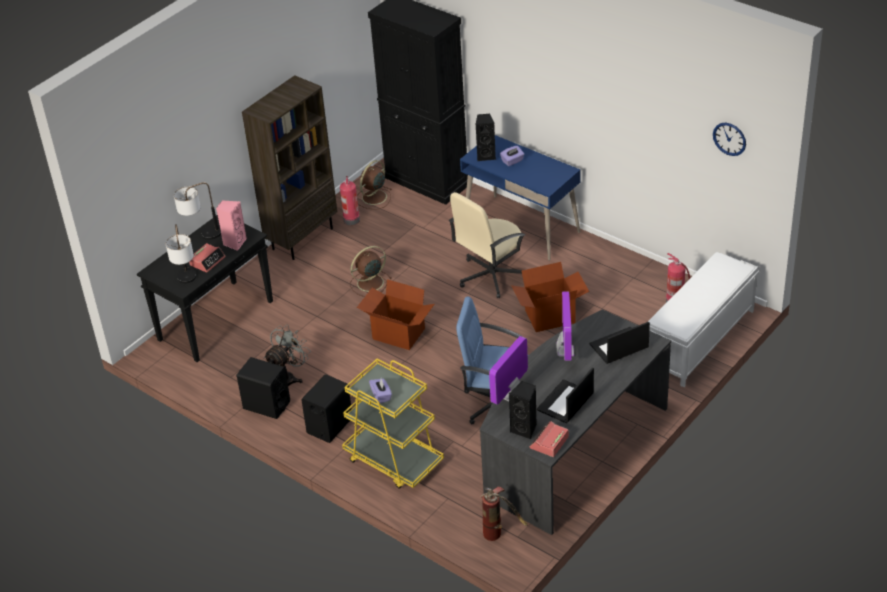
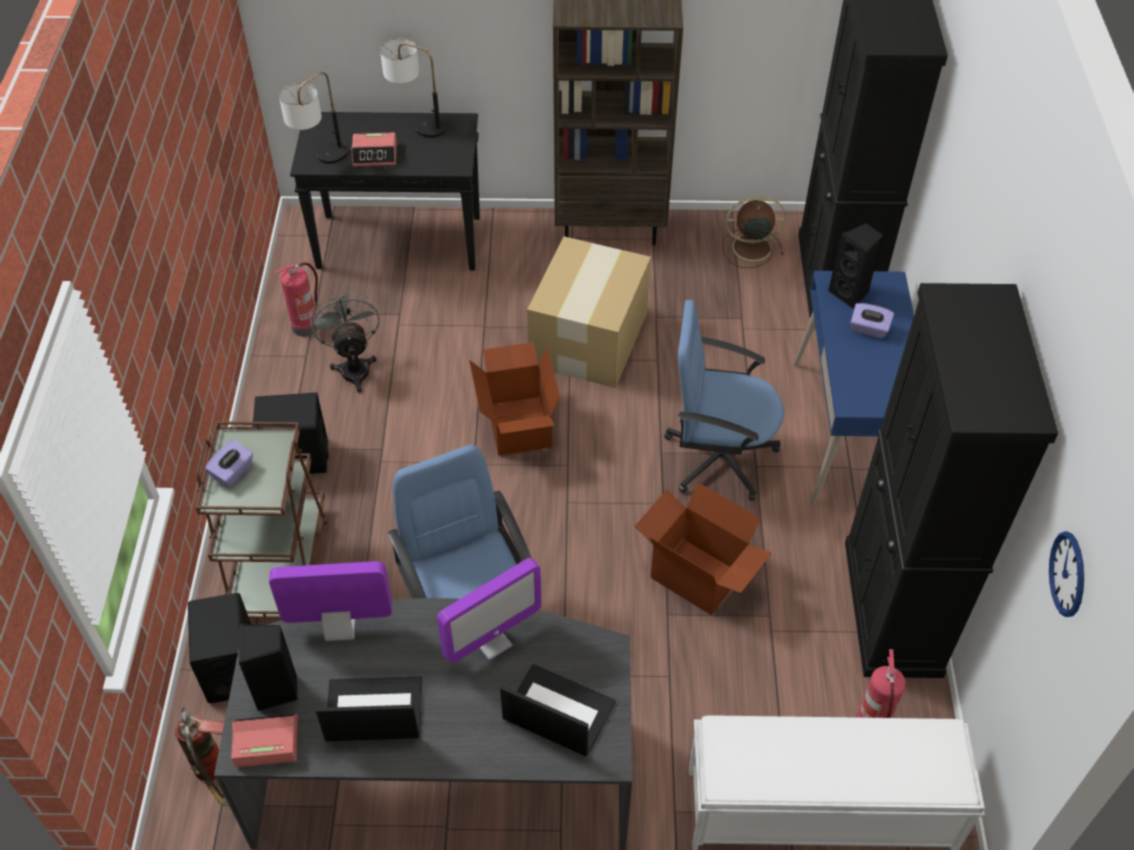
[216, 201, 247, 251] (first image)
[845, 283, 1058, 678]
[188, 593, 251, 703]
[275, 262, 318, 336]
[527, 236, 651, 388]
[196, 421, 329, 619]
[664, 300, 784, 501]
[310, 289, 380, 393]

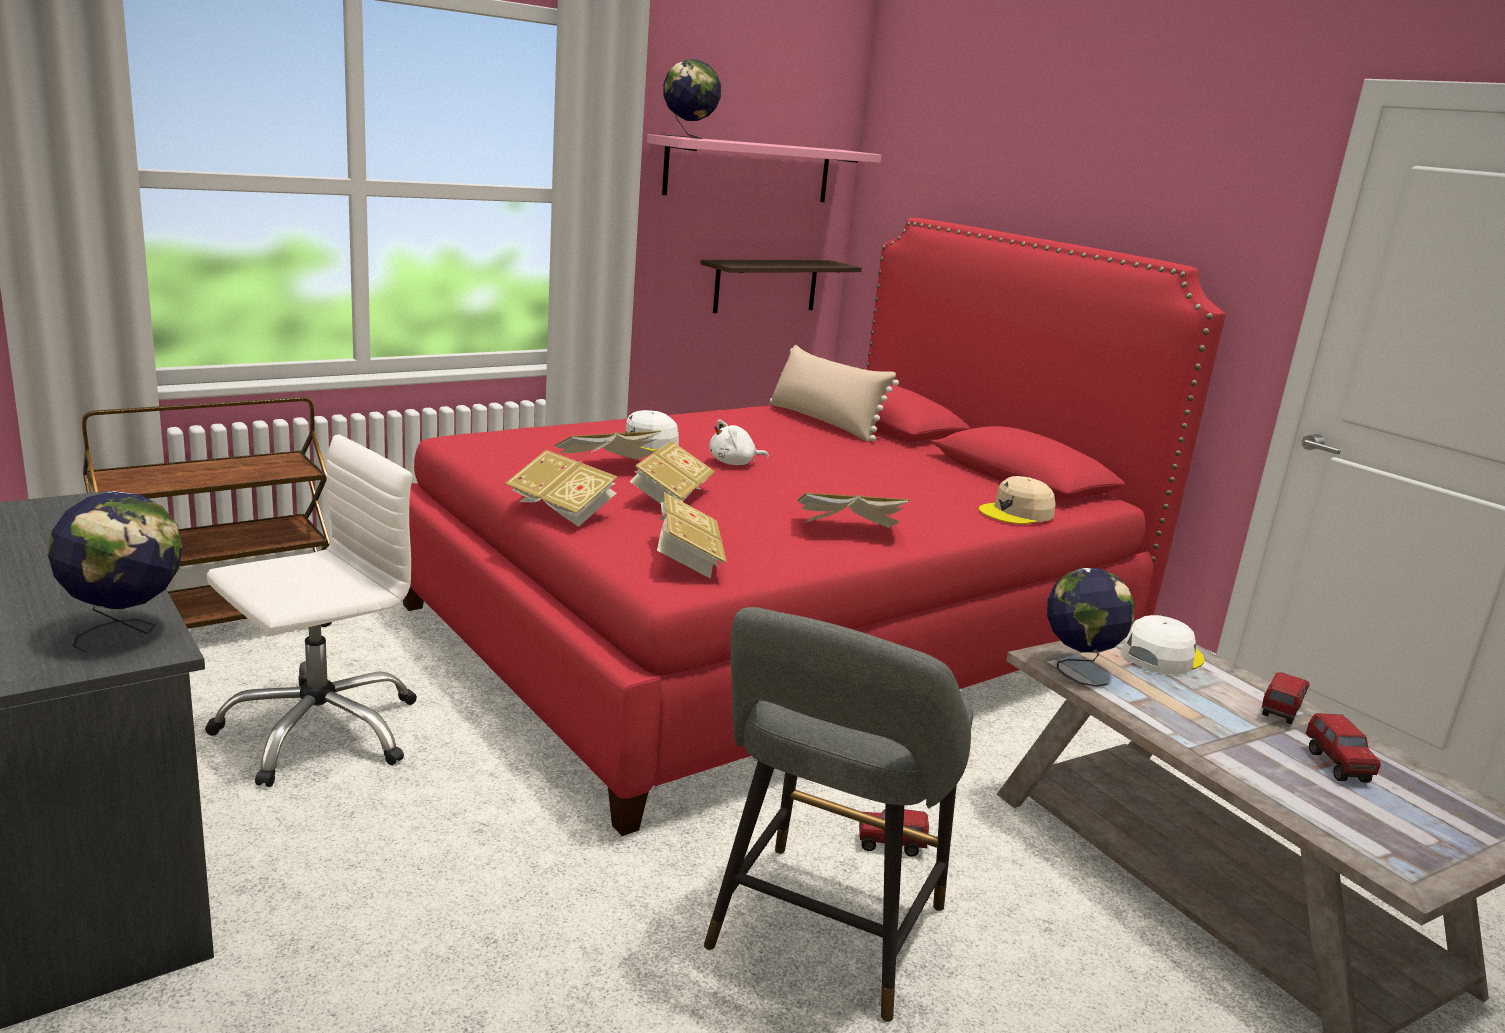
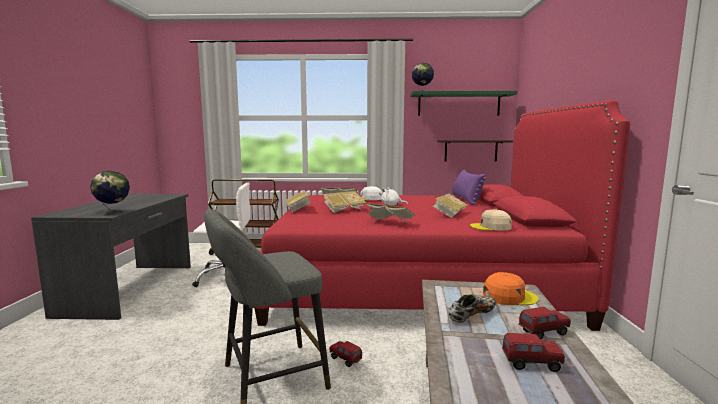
[1047, 568, 1135, 687] (first image)
[448, 293, 496, 323]
[433, 194, 468, 218]
[411, 91, 517, 116]
[452, 170, 486, 205]
[483, 272, 539, 305]
[502, 333, 565, 372]

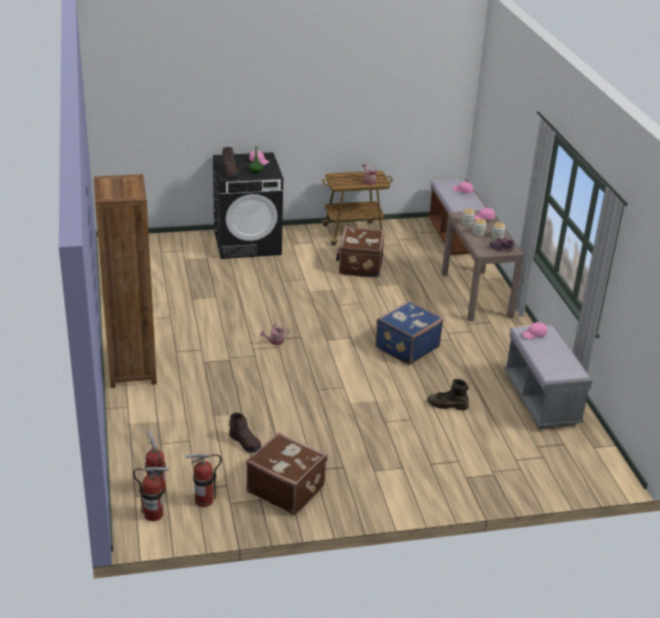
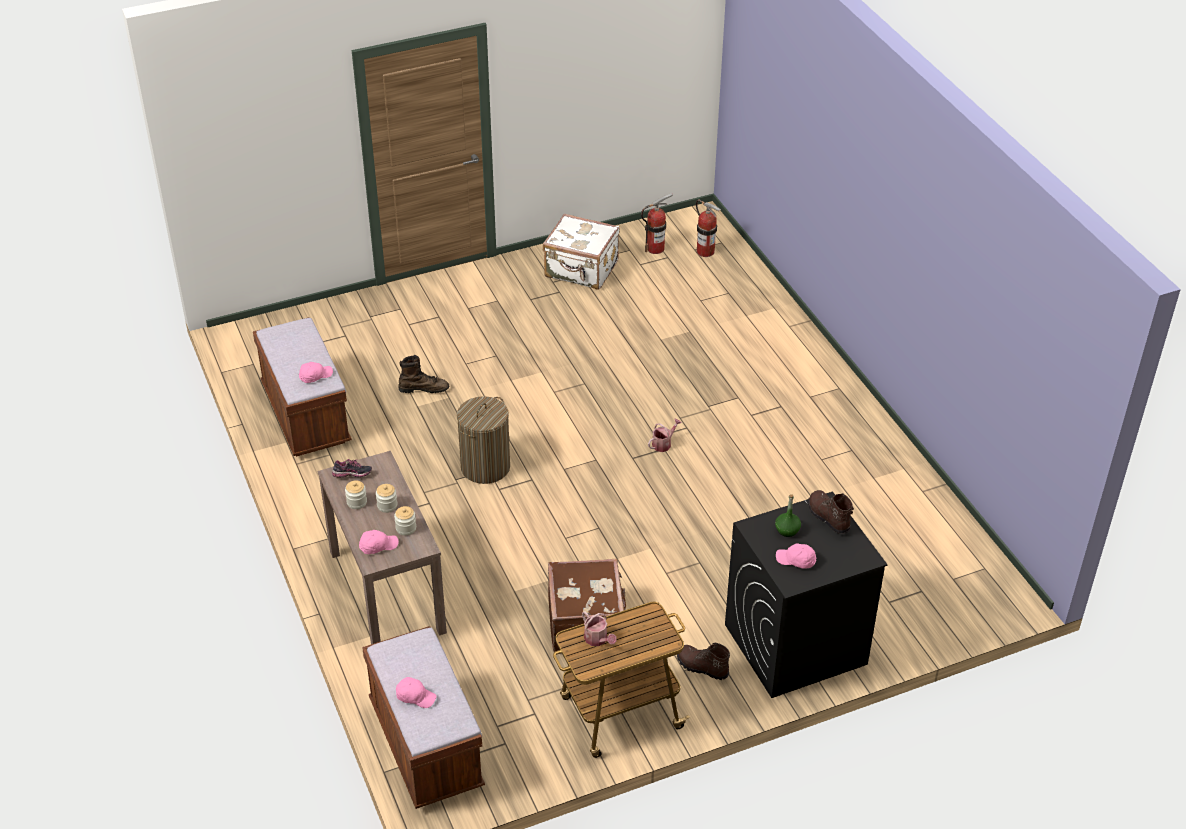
[94, 174, 157, 388] (first image)
[133, 467, 169, 521] (first image)
[677, 642, 730, 680]
[457, 396, 510, 484]
[543, 214, 620, 290]
[253, 317, 352, 457]

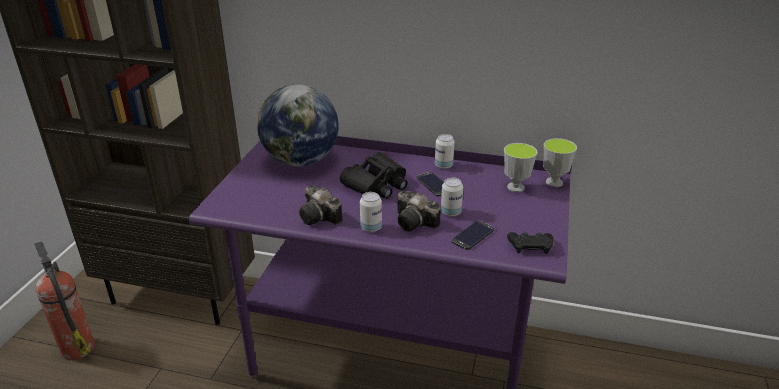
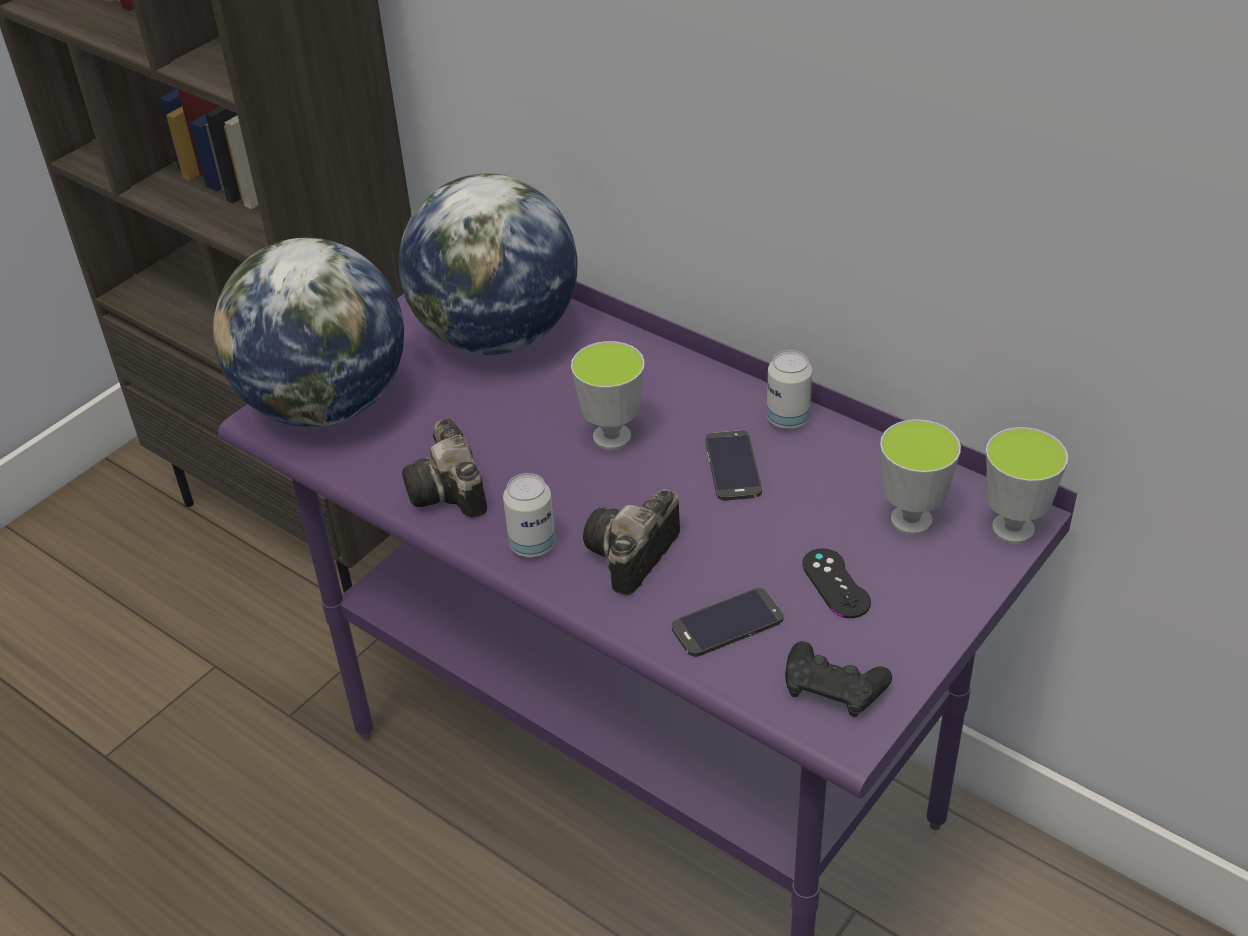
[34, 241, 95, 360] (first image)
[441, 177, 463, 217] (first image)
[213, 238, 404, 427]
[802, 548, 871, 618]
[571, 341, 645, 450]
[583, 489, 680, 596]

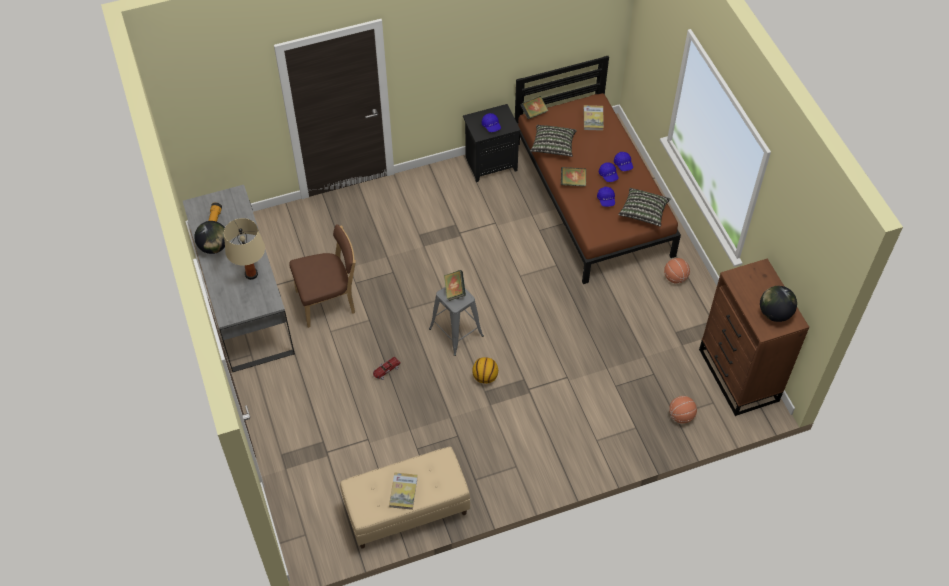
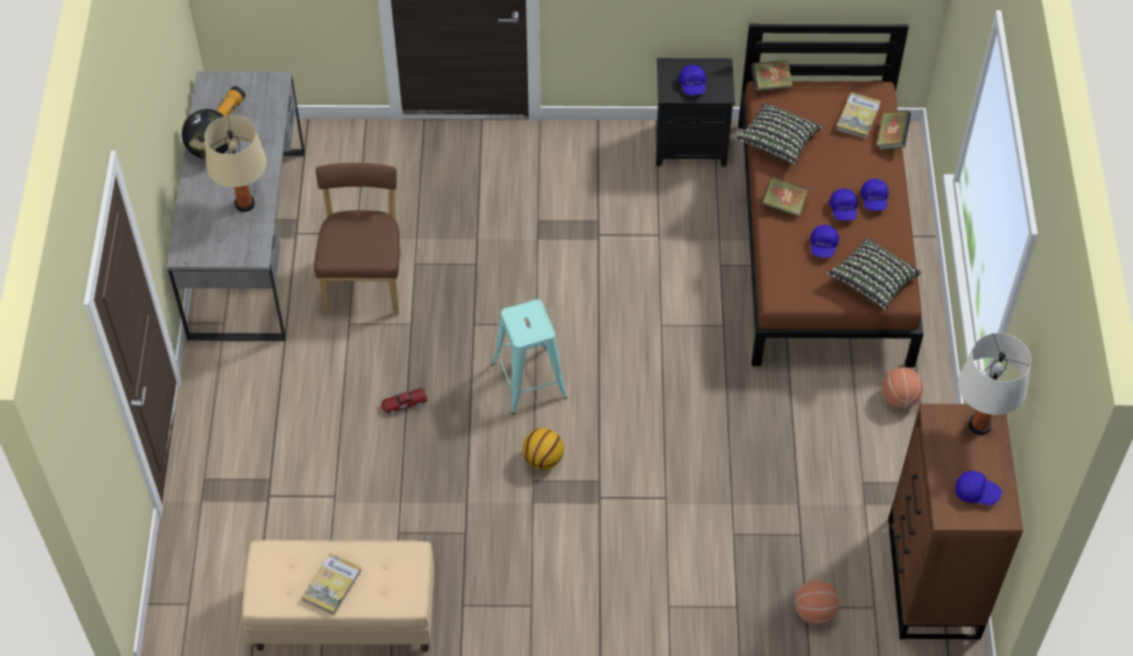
[958, 333, 1031, 435]
[877, 111, 911, 150]
[955, 471, 1002, 505]
[492, 300, 568, 414]
[314, 162, 402, 315]

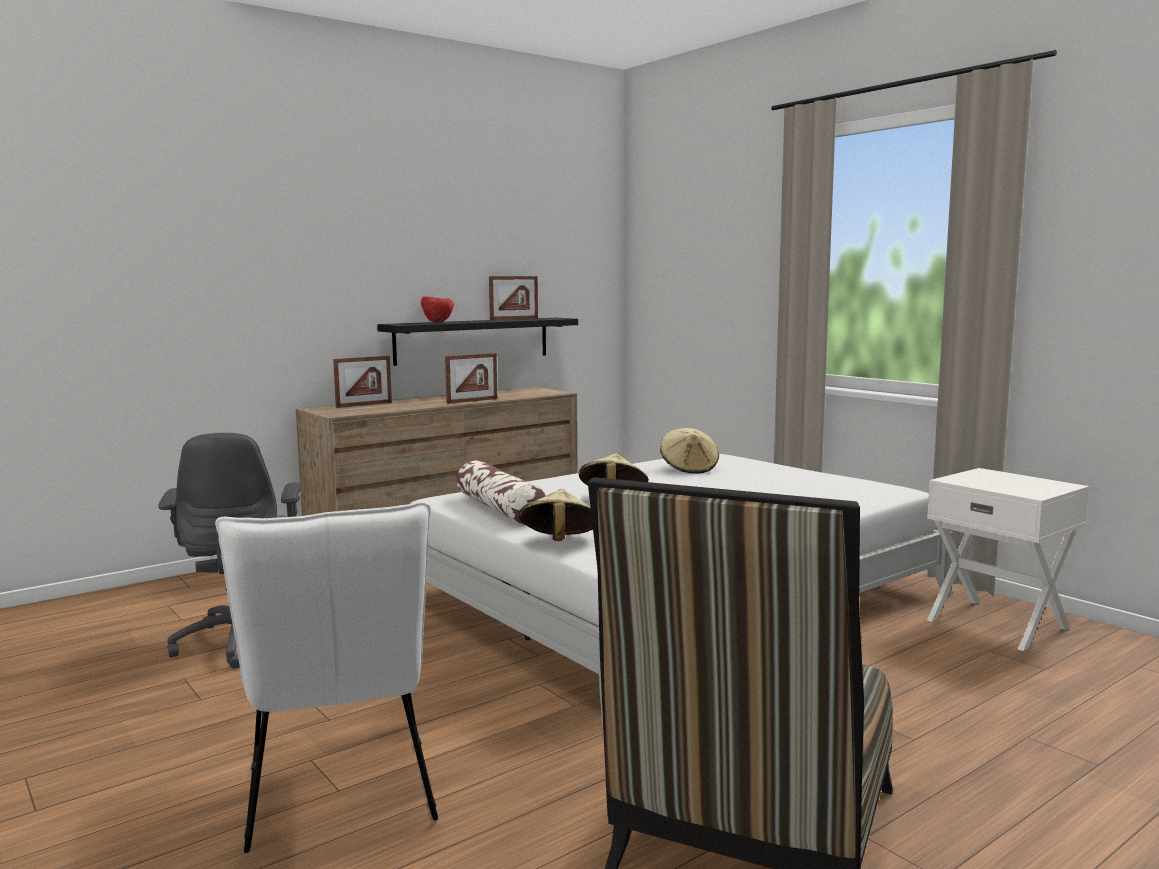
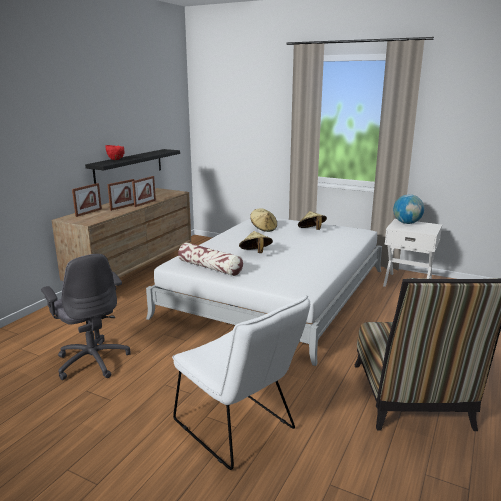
[393, 194, 424, 224]
[108, 179, 134, 211]
[298, 211, 327, 230]

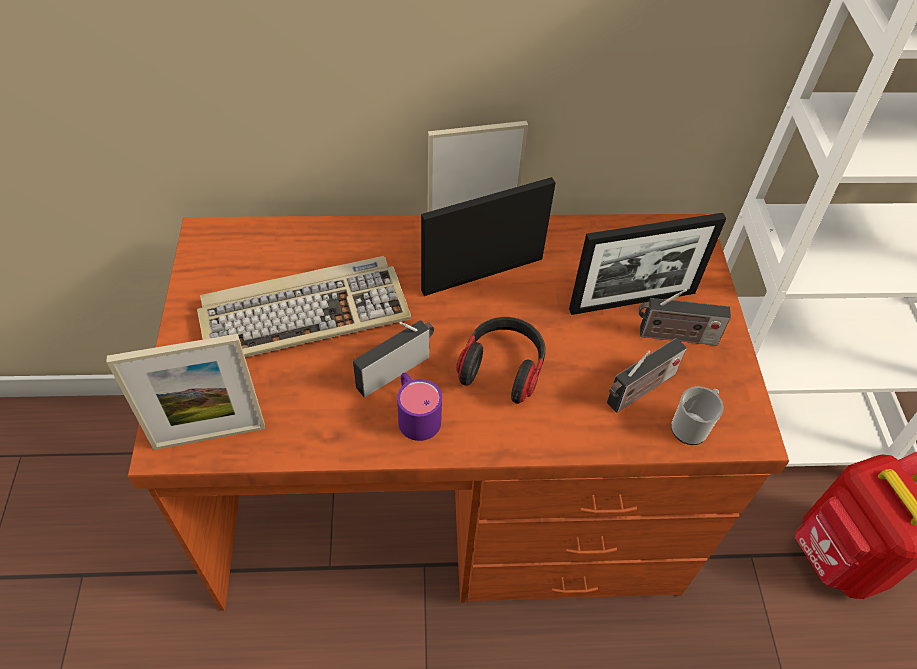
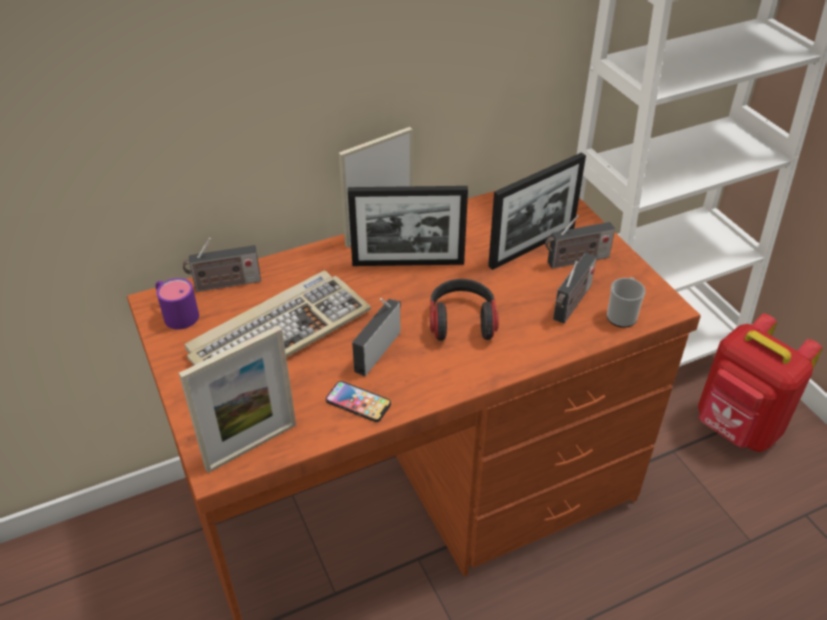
[183, 238, 261, 292]
[326, 381, 391, 422]
[155, 278, 199, 329]
[348, 186, 468, 266]

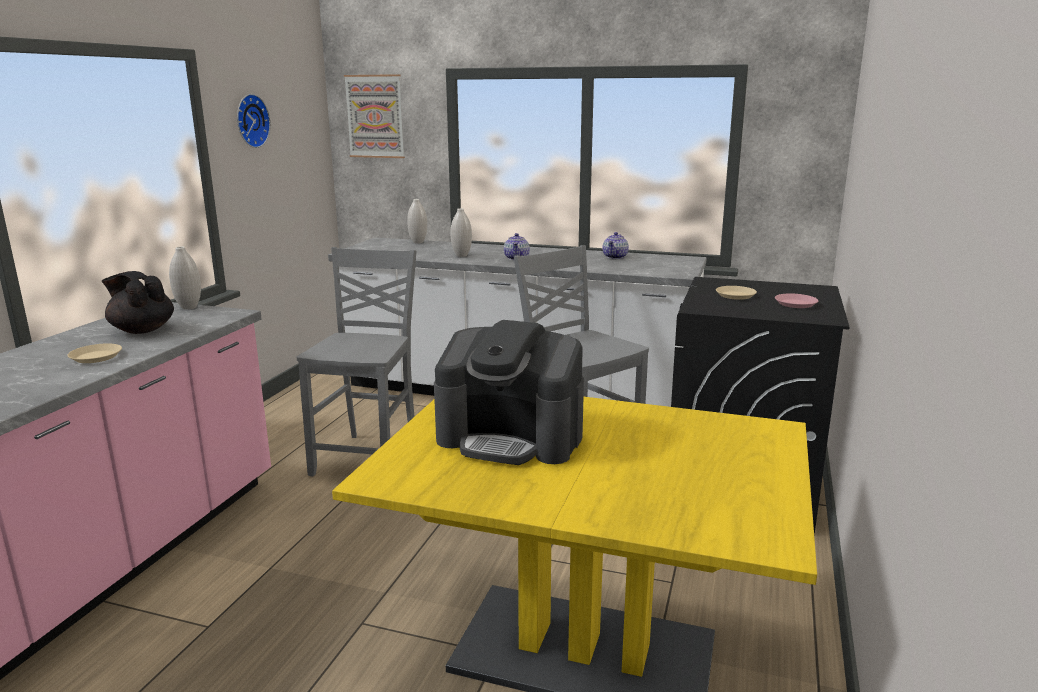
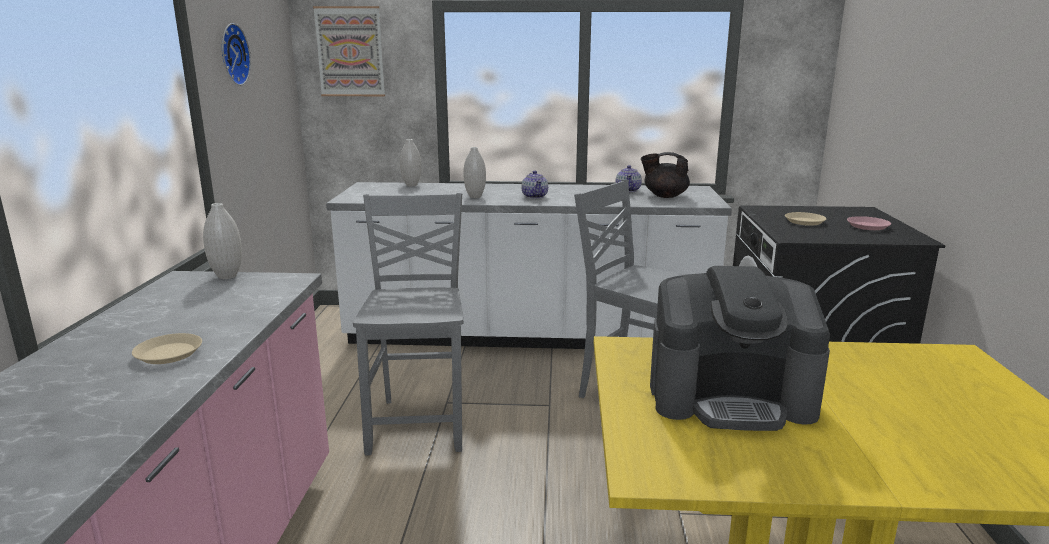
[641, 152, 690, 198]

